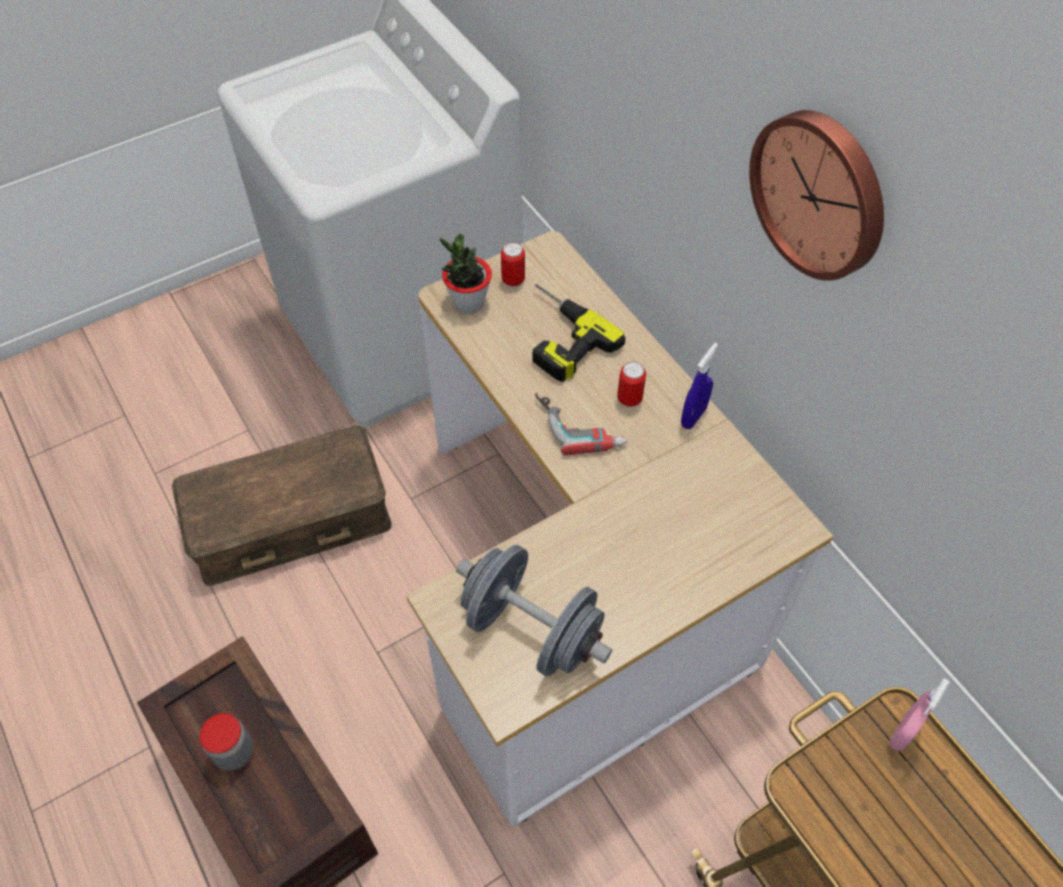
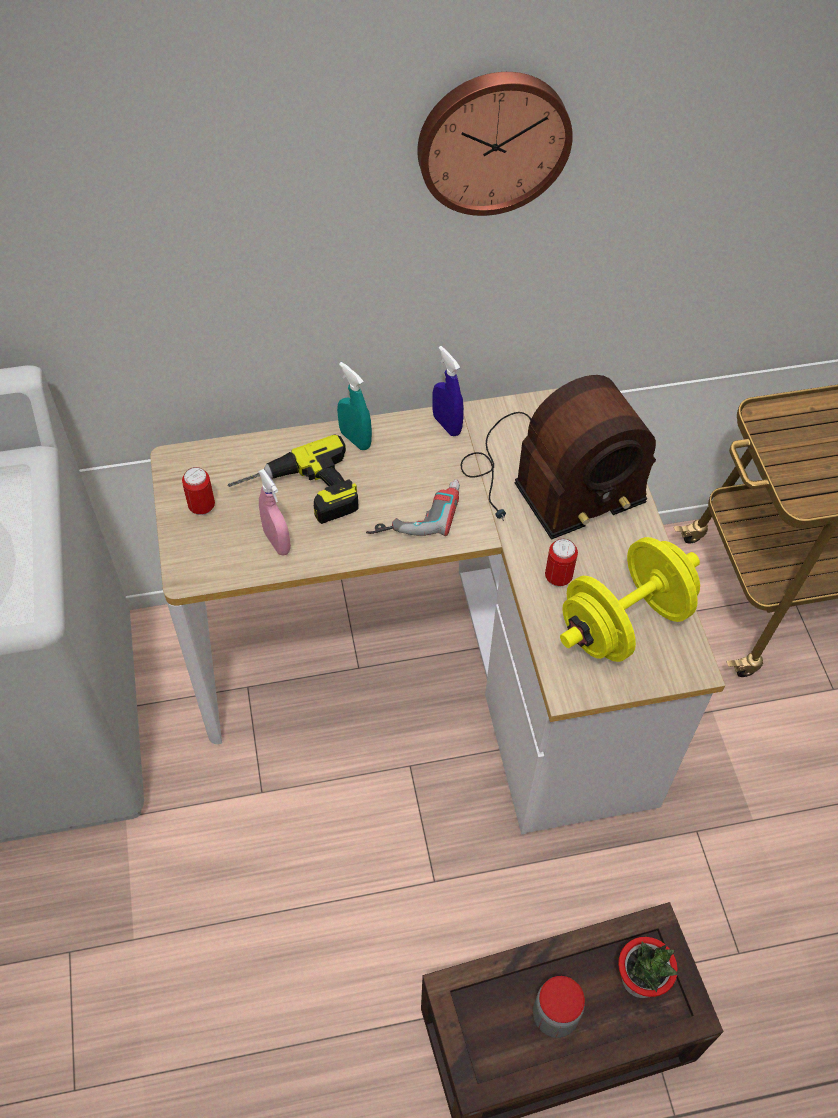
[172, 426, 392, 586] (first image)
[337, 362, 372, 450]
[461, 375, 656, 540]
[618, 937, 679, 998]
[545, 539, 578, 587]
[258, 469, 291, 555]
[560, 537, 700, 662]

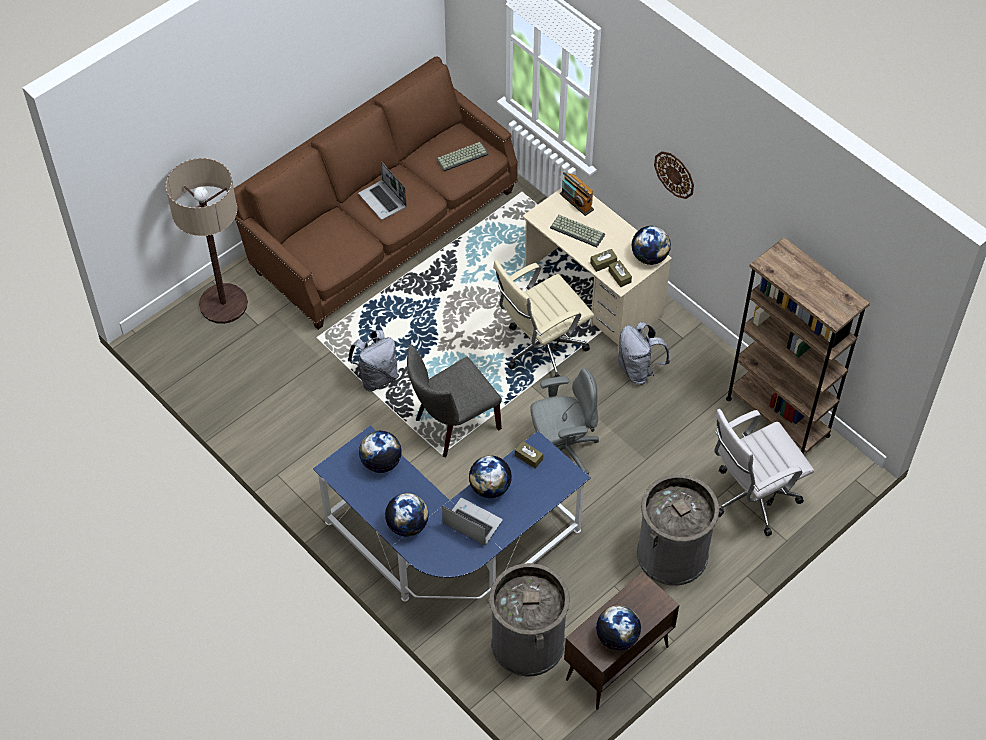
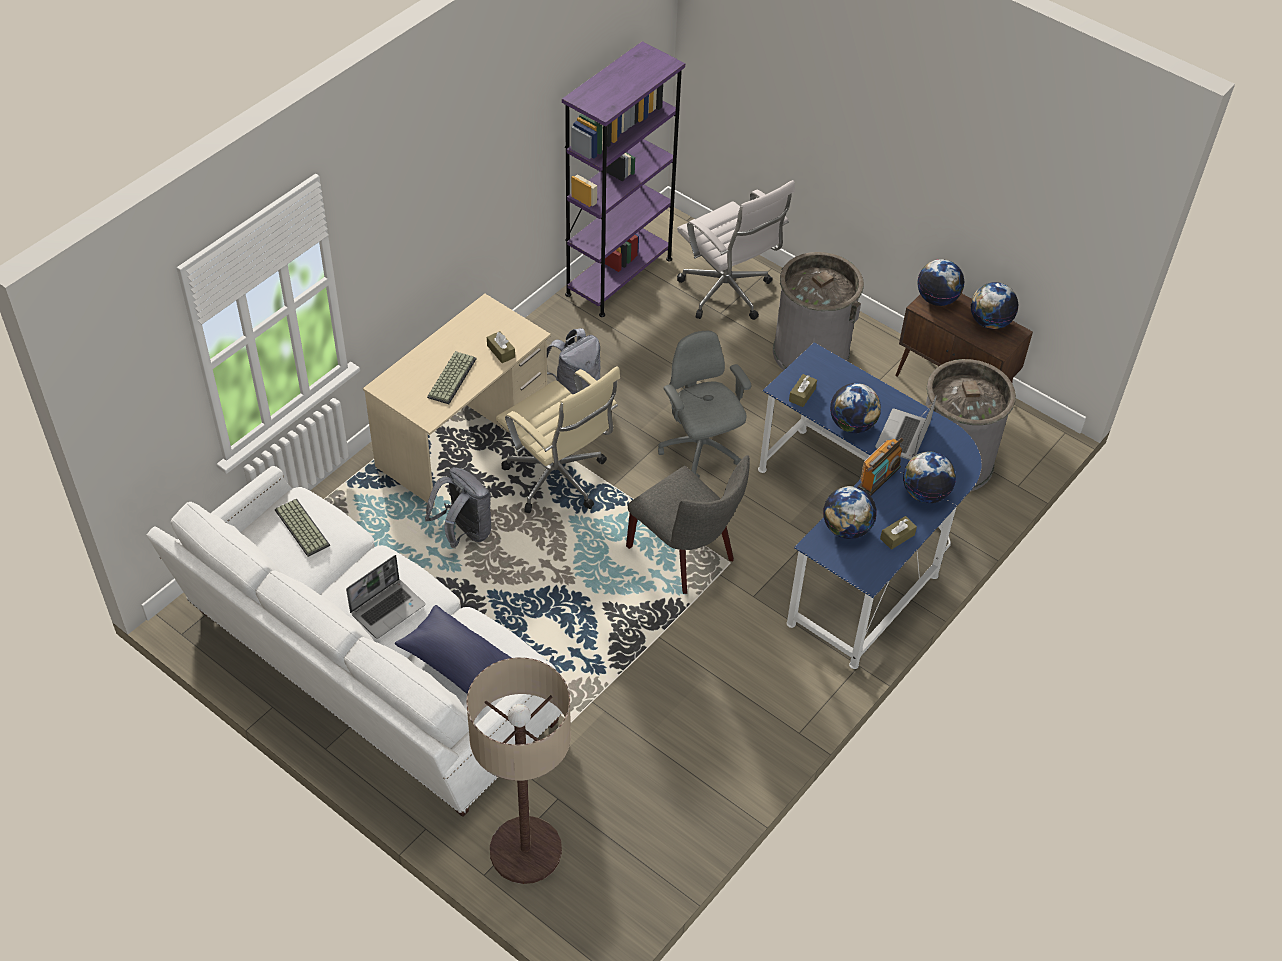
[654, 151, 694, 199] (first image)
[395, 605, 511, 694]
[425, 467, 491, 548]
[858, 438, 903, 496]
[880, 516, 917, 550]
[917, 259, 964, 306]
[146, 466, 562, 817]
[562, 41, 685, 317]

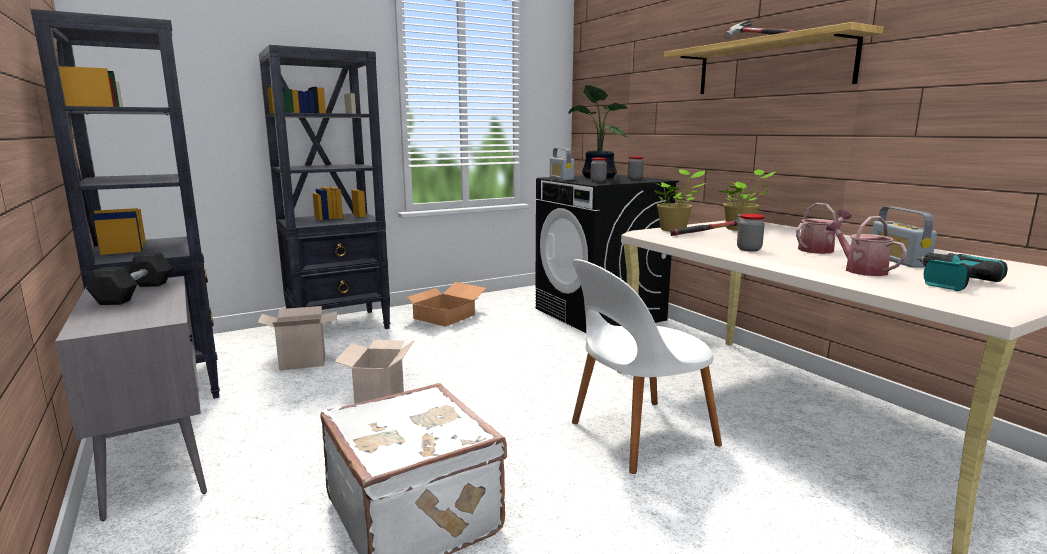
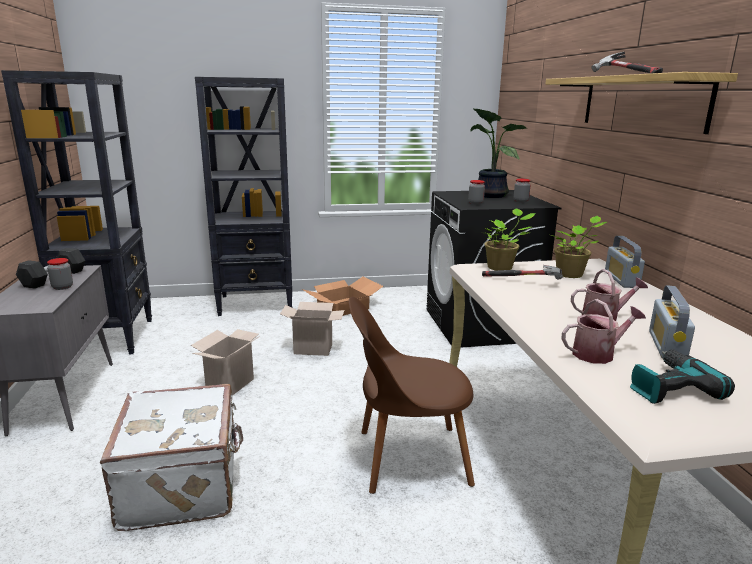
[280, 302, 344, 356]
[605, 236, 645, 288]
[47, 258, 73, 290]
[349, 297, 475, 494]
[561, 299, 646, 364]

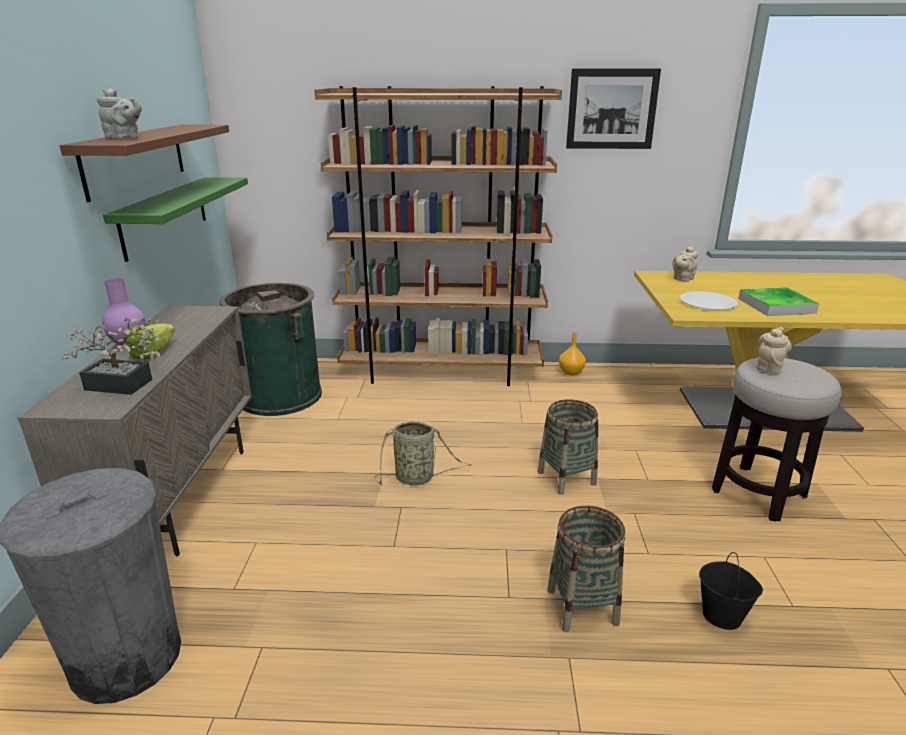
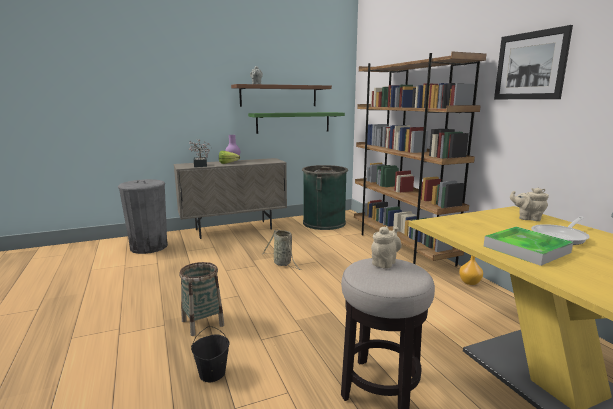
[538, 399, 598, 495] (first image)
[680, 291, 738, 310] (first image)
[531, 216, 590, 245]
[371, 226, 401, 269]

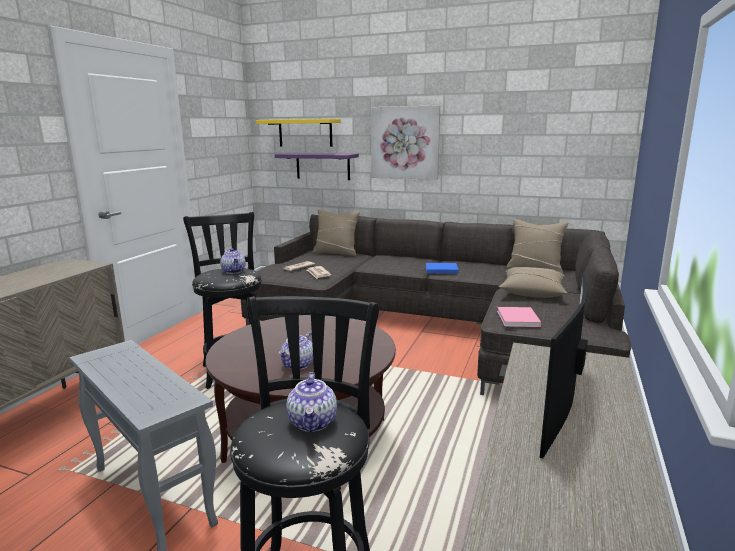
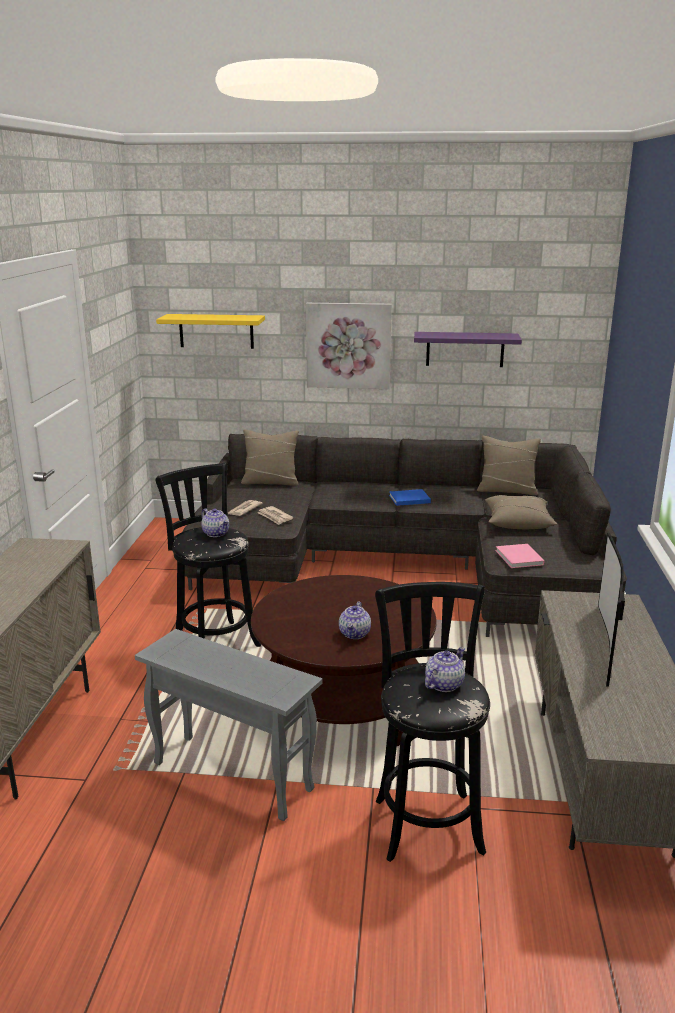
[414, 332, 522, 367]
[425, 647, 465, 692]

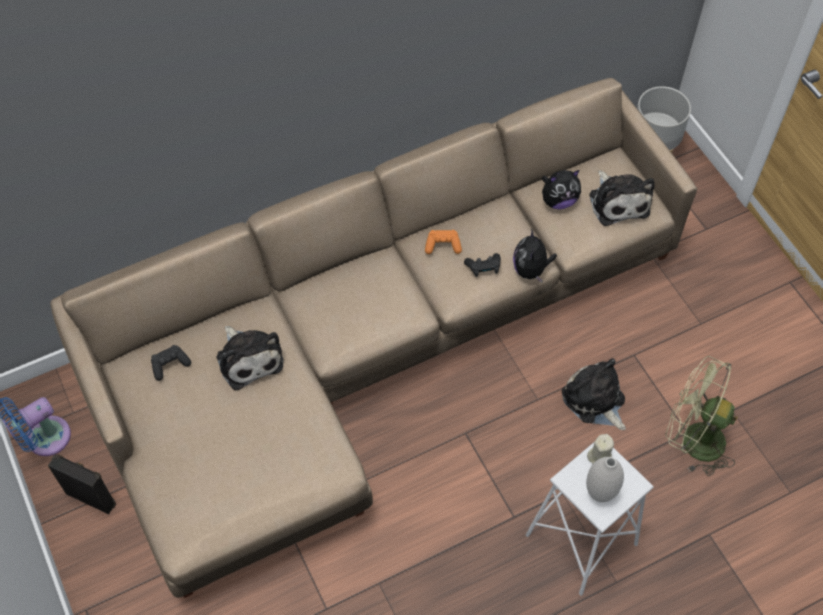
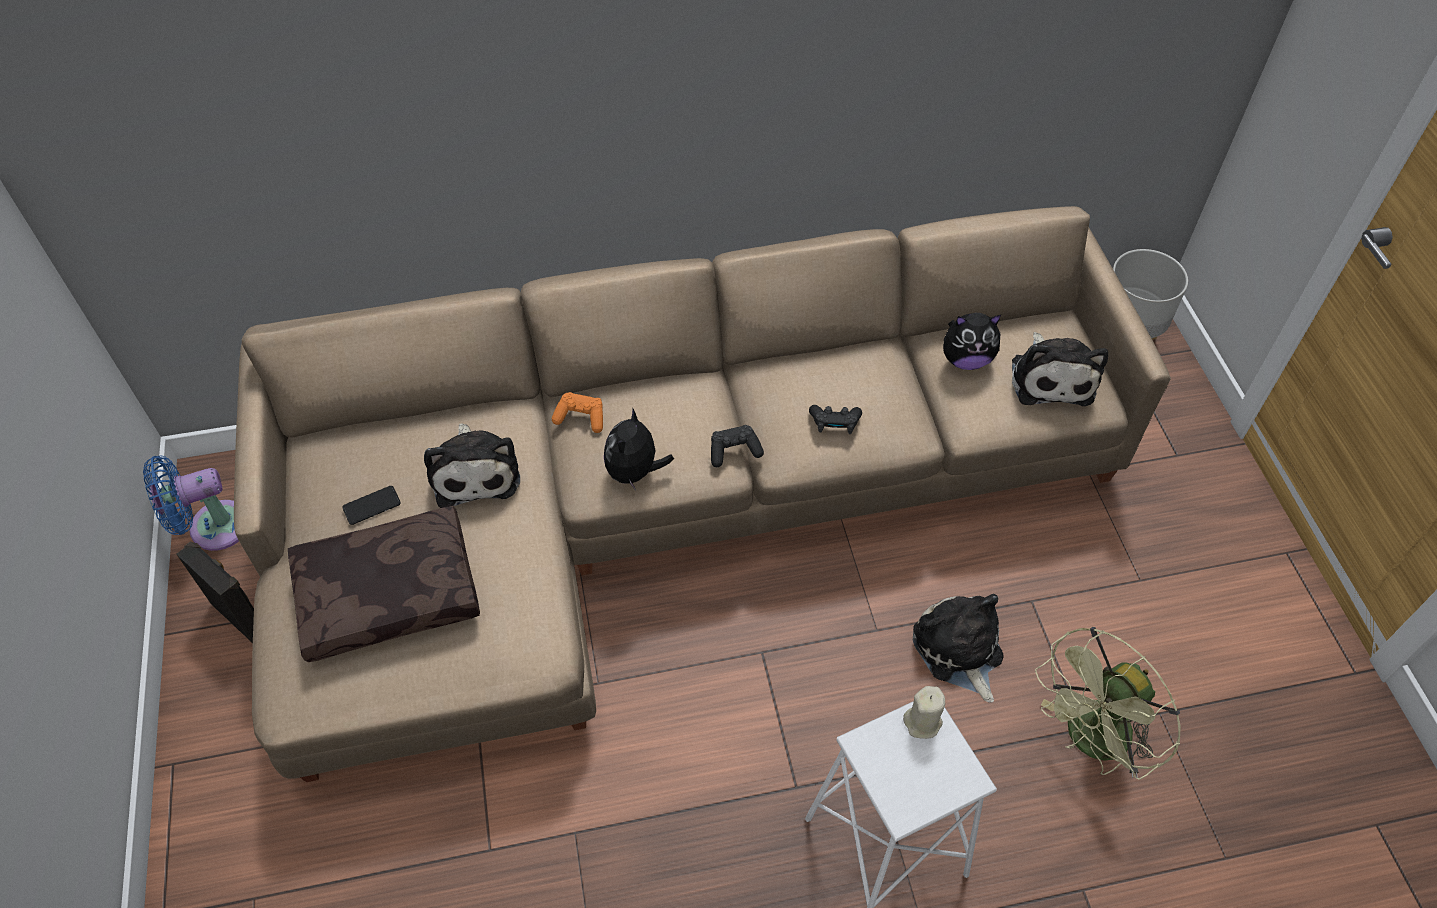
[586, 457, 624, 502] (first image)
[288, 506, 480, 662]
[342, 486, 401, 525]
[711, 425, 764, 467]
[552, 392, 603, 433]
[604, 409, 674, 491]
[1035, 627, 1181, 780]

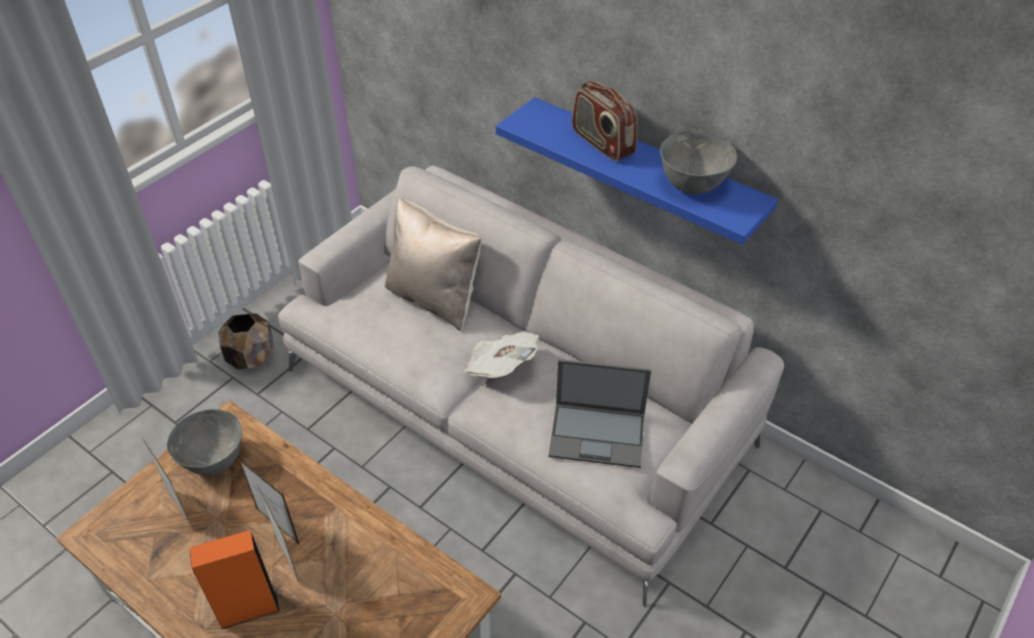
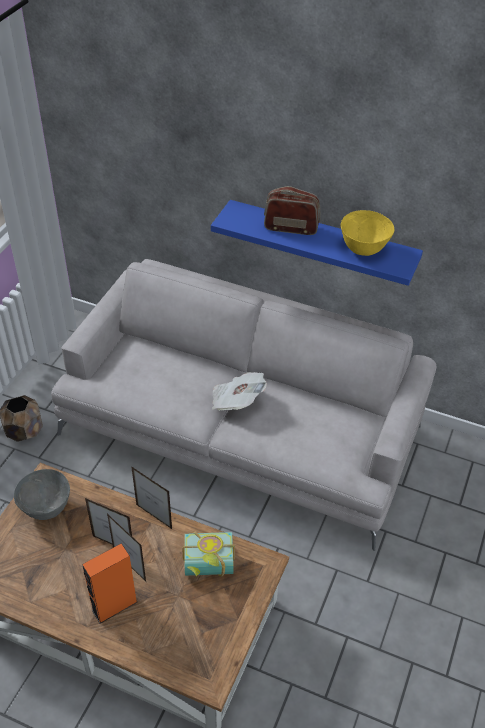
[385, 197, 482, 331] (first image)
[548, 359, 651, 468] (first image)
[182, 531, 235, 577]
[131, 466, 172, 529]
[341, 210, 394, 256]
[264, 186, 320, 235]

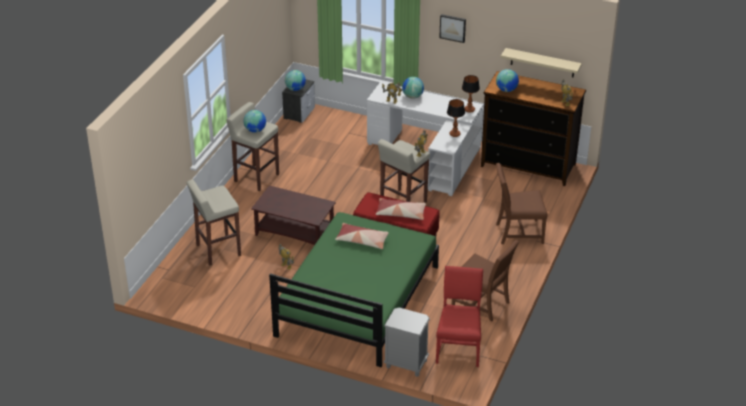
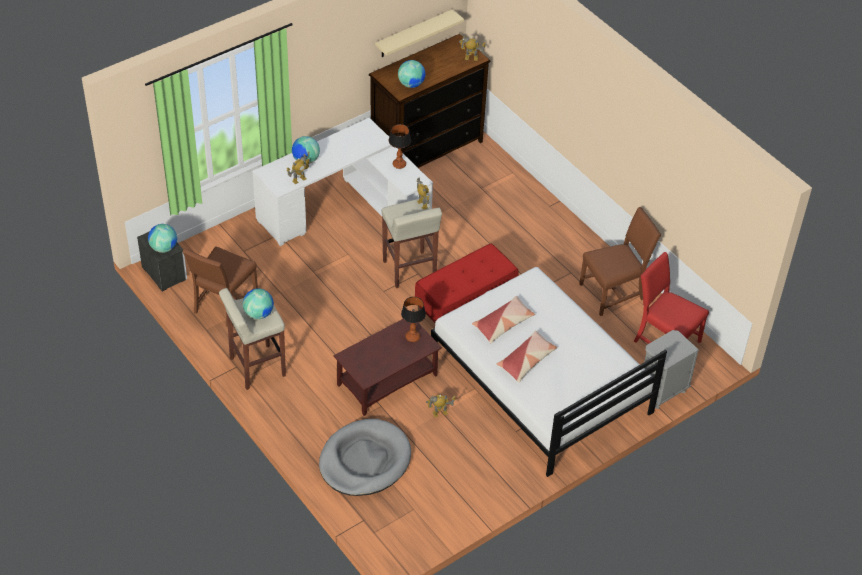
[439, 14, 466, 43] (first image)
[497, 331, 557, 383]
[401, 297, 426, 342]
[183, 246, 258, 327]
[319, 419, 411, 496]
[431, 267, 667, 477]

